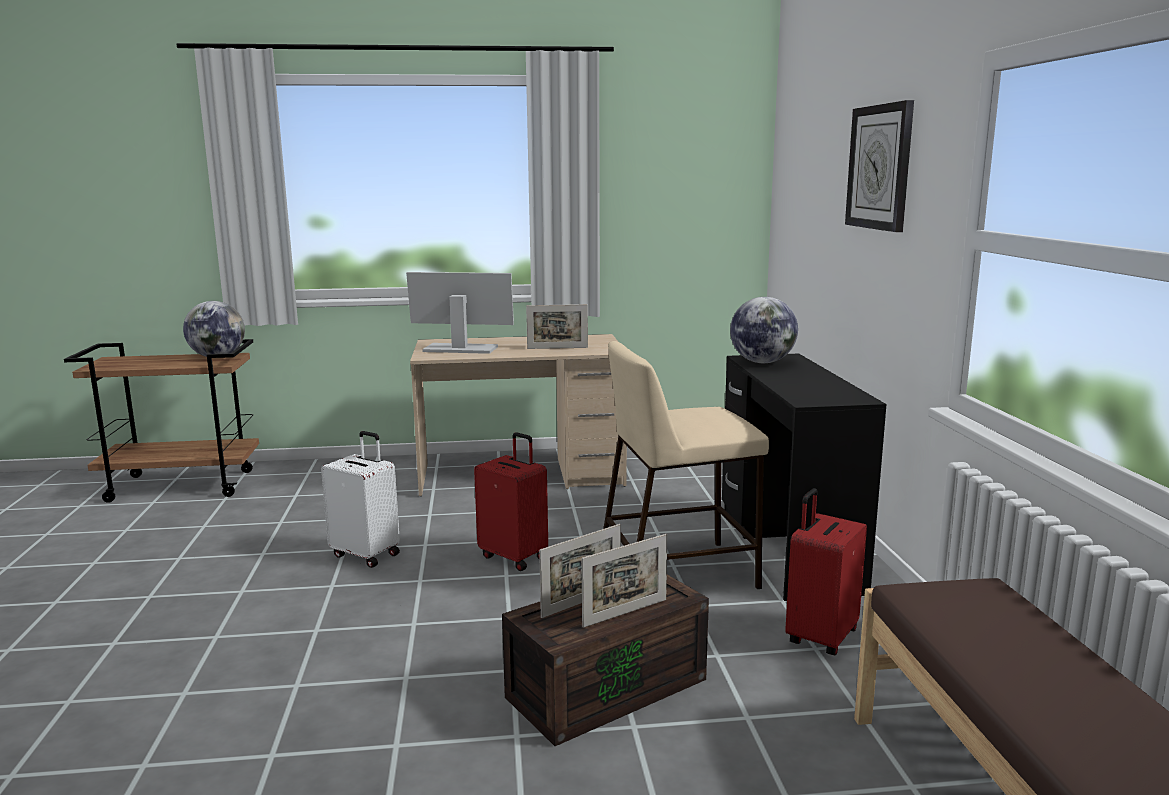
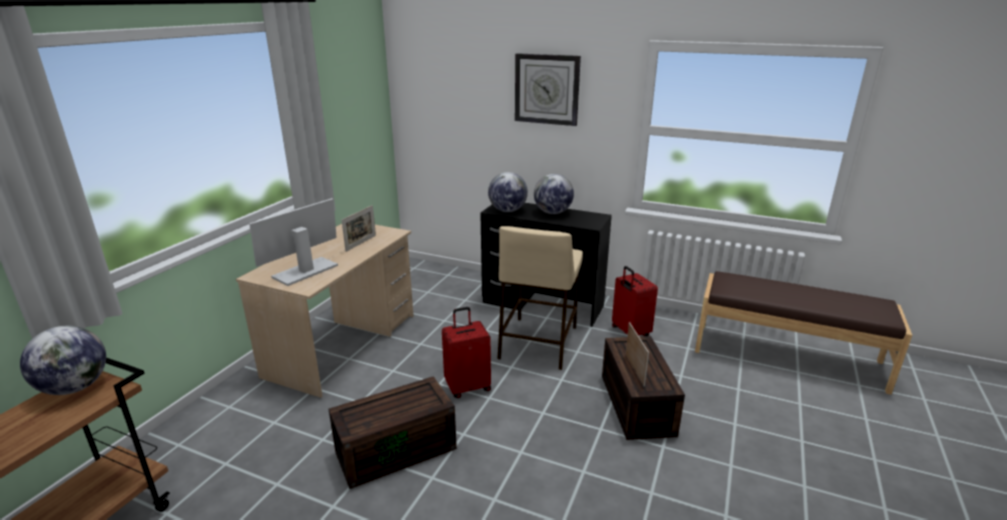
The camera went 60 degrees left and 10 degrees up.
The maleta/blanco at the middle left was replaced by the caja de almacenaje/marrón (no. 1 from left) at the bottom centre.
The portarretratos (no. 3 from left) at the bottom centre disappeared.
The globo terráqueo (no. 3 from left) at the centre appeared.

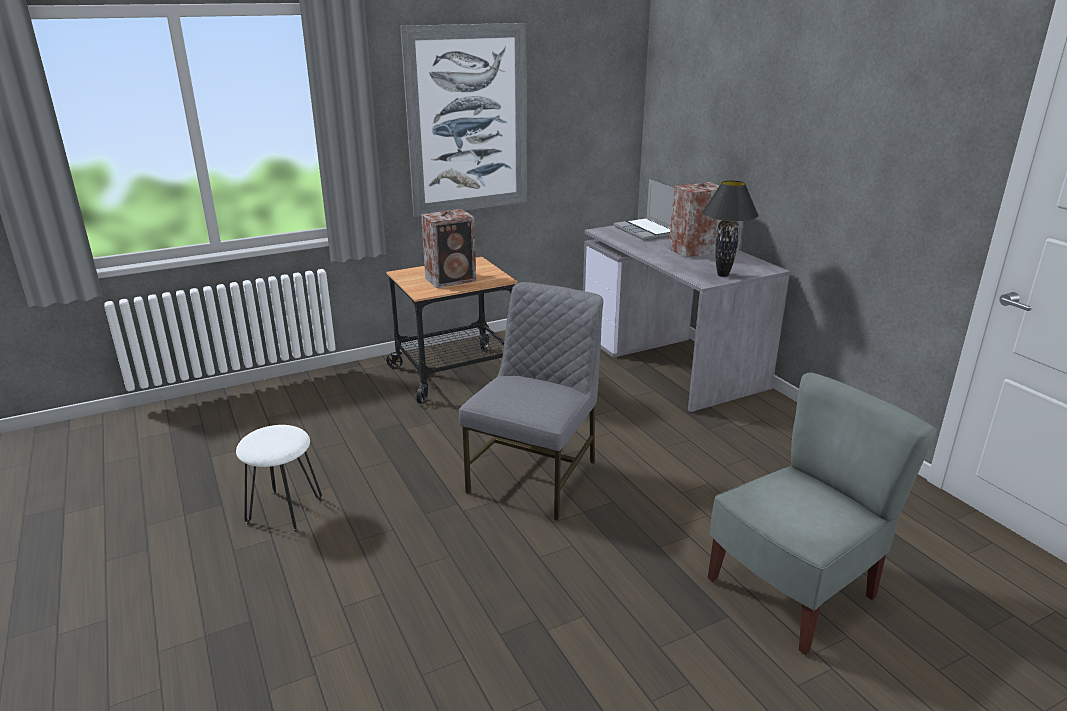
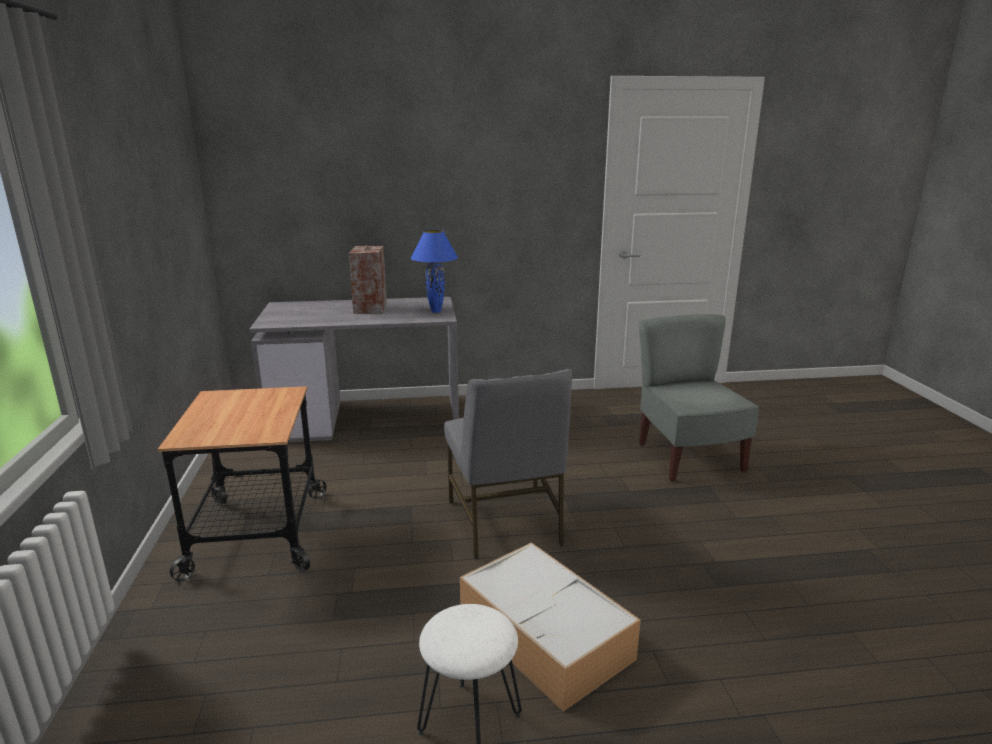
The camera went 70 degrees left and 5 degrees down.
The cuadro at the top centre disappeared.
The altavoz (no. 1 from left) at the centre disappeared.
The silla/gris (no. 1 from left) at the centre turned 150 degrees counterclockwise.
The portátil at the top centre disappeared.
The lámpara de mesa/negro at the top right became the lámpara de mesa/azul at the centre.
The caja de almacenaje at the bottom centre appeared.

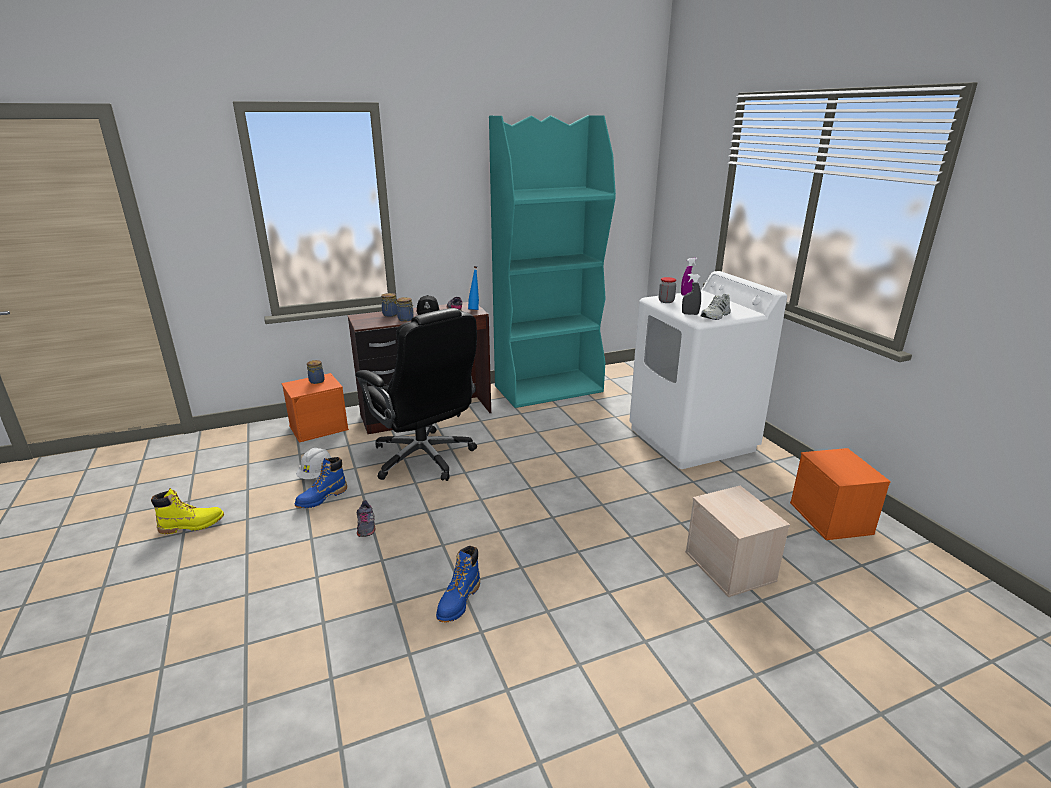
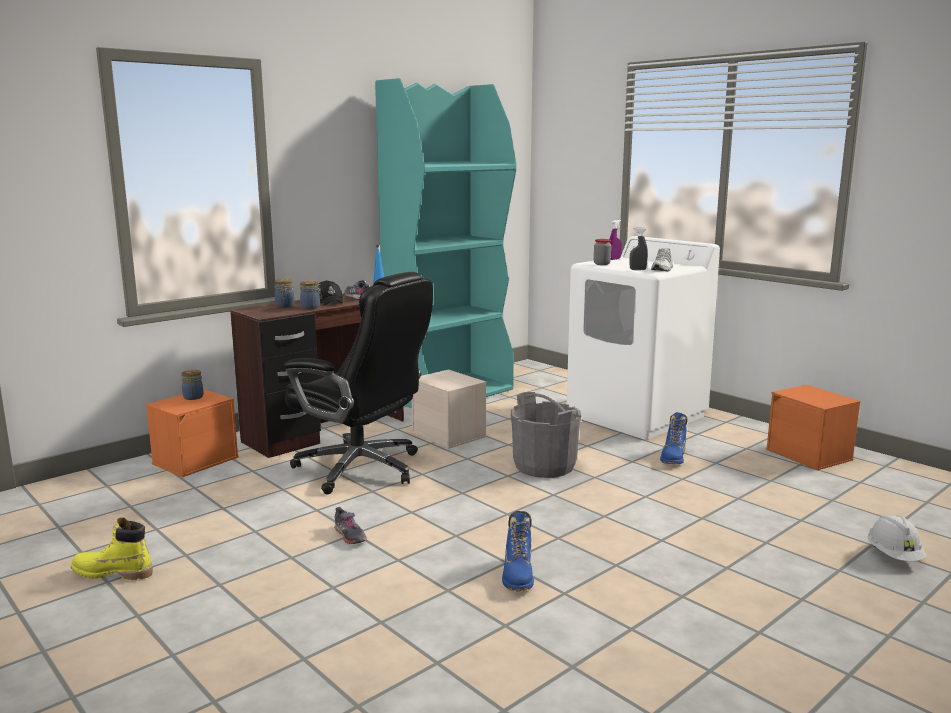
The camera went 20 degrees left and 10 degrees down.
The bota/amarillo at the middle left turned 135 degrees counterclockwise.
The bota/azul (no. 1 from left in the first image) moved from the middle left to the middle right.
The casco/blanco moved from the middle left to the bottom right.
The caja de almacenaje/beis moved from the bottom right to the centre.
The cubo/gris at the centre appeared.

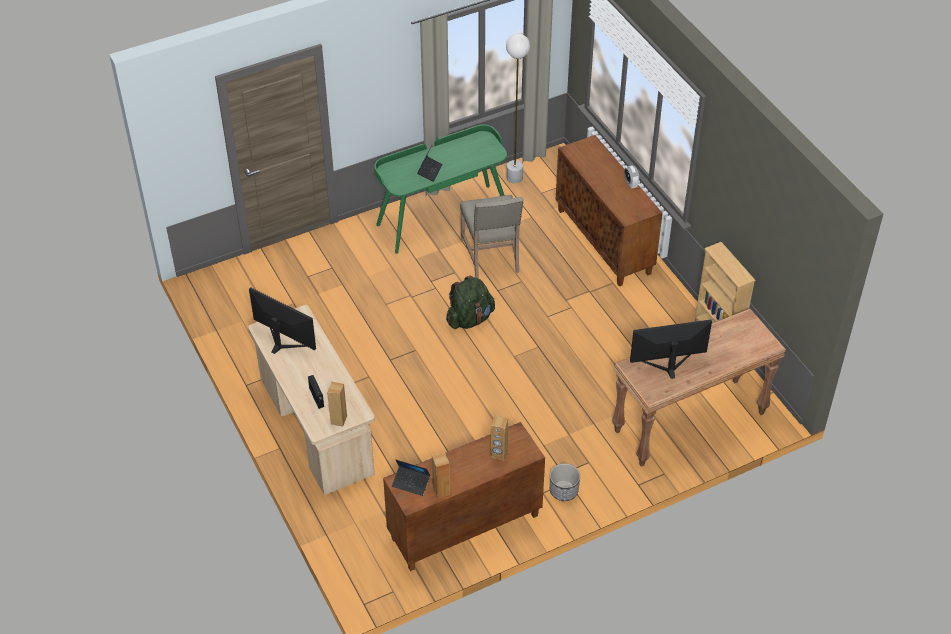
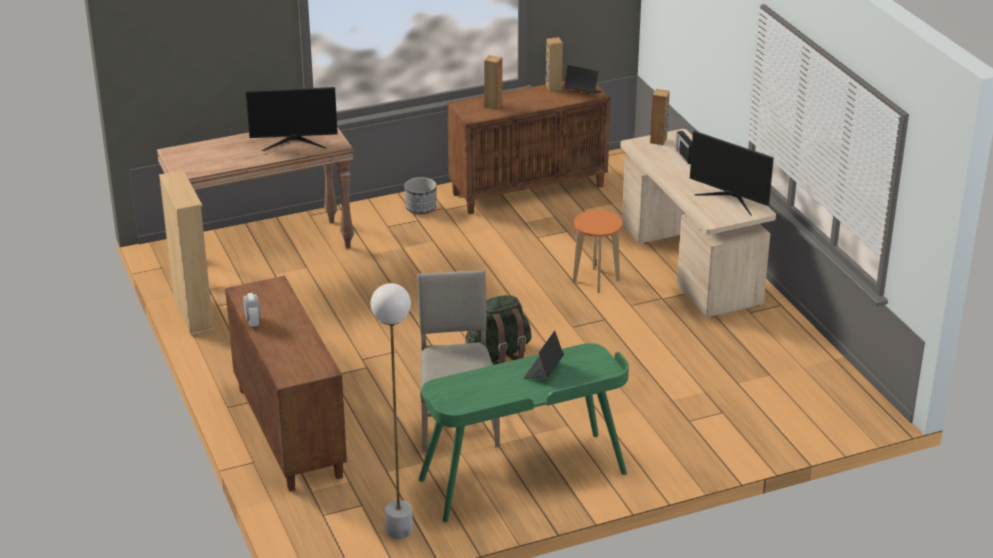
The camera went 175 degrees left and 15 degrees down.
The taburete/naranja at the centre appeared.

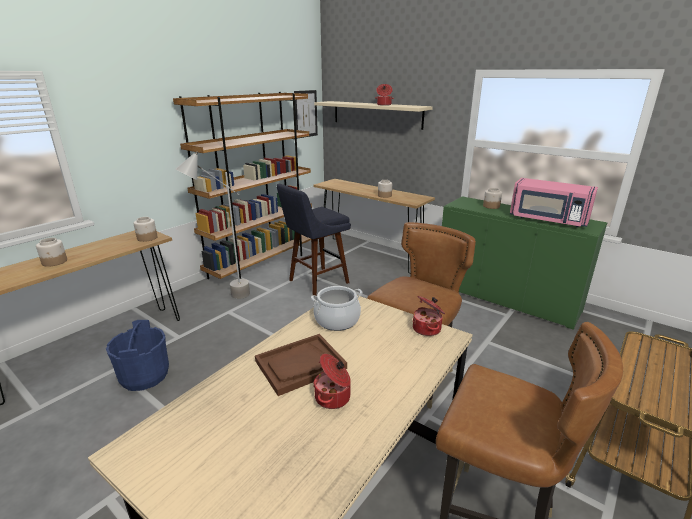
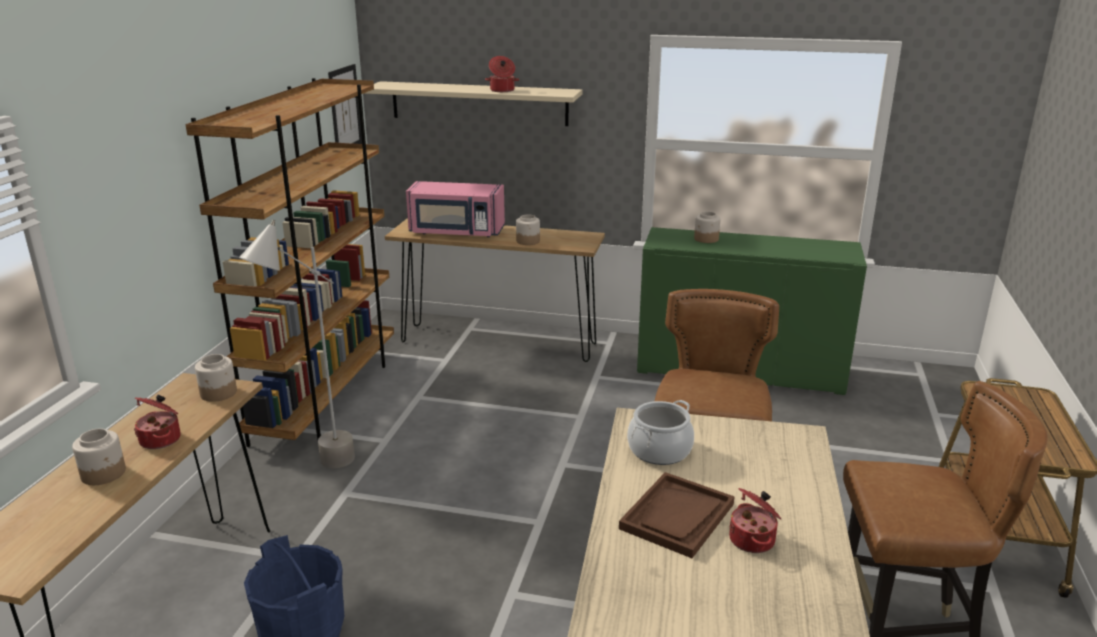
The camera went 25 degrees left and 0 degrees up.
The taburete/azul at the centre disappeared.
The olla (no. 4 from left in the first image) moved from the centre to the middle left.
The microondas/rosa moved from the middle right to the top centre.

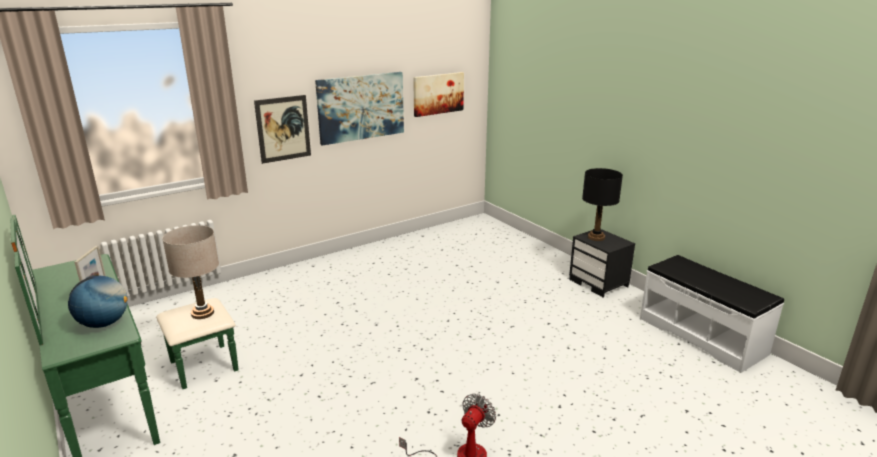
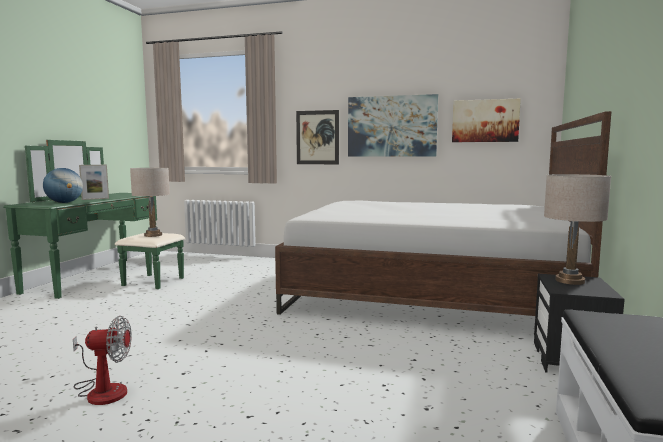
The camera went 50 degrees right and 15 degrees down.
The lámpara de mesa/negro at the middle right became the lámpara de mesa/beis (no. 2 from left) at the middle right.
The cama at the middle right appeared.

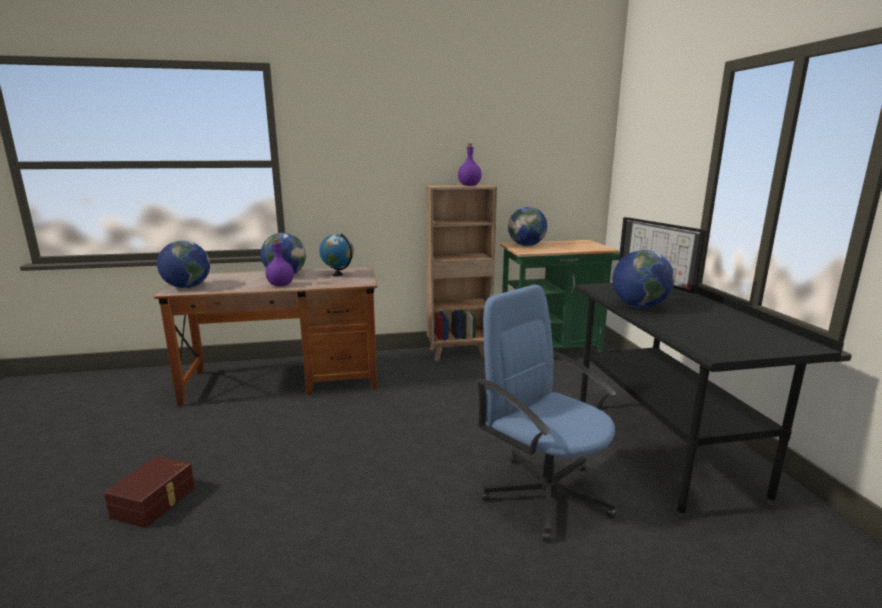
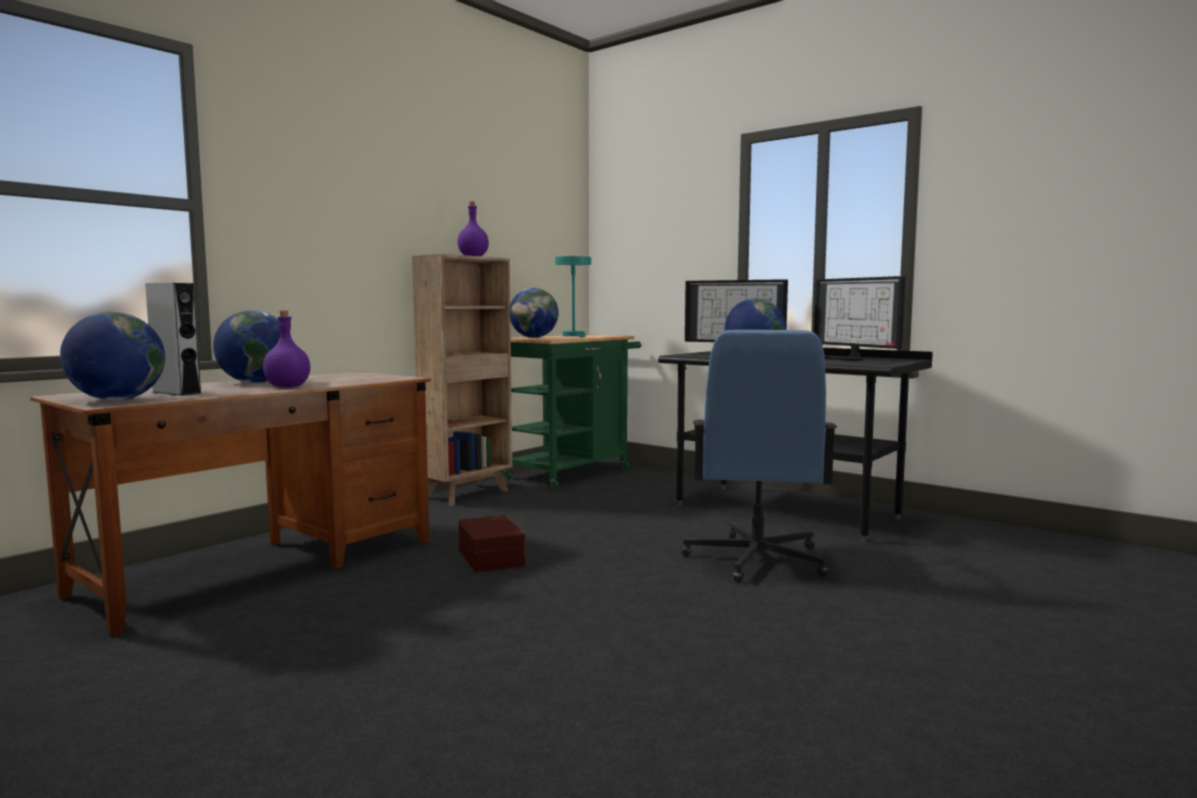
The camera went 40 degrees left and 10 degrees down.
The caja de almacenaje/marrón moved from the bottom left to the bottom centre.
The globo terráqueo (no. 3 from left) at the centre disappeared.
The silla de oficina/azul at the bottom centre turned 90 degrees counterclockwise.
The altavoz/gris at the middle left appeared.
The lámpara de mesa/turquesa at the centre appeared.
The monitor (no. 2 from left) at the middle right appeared.

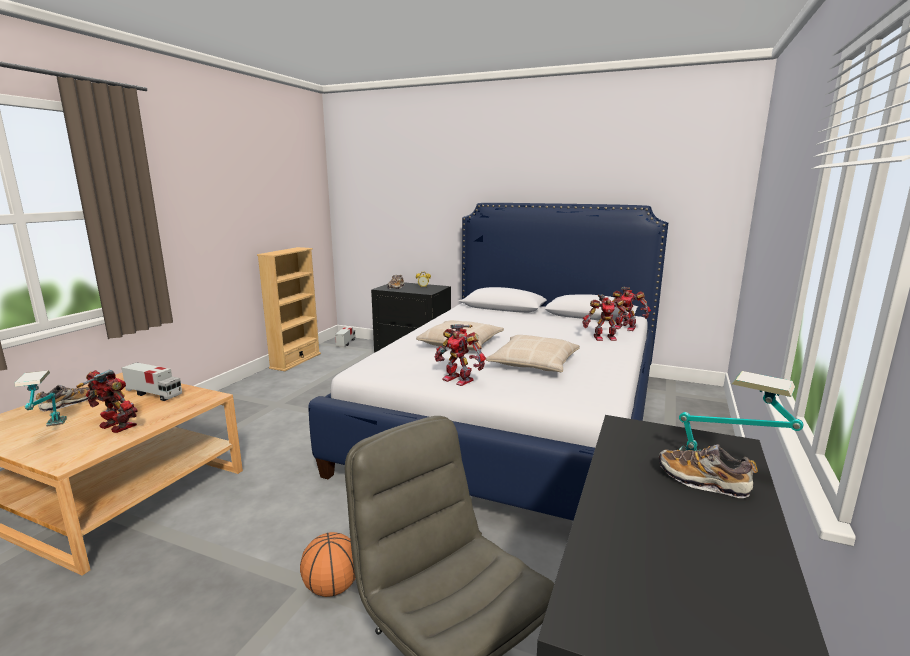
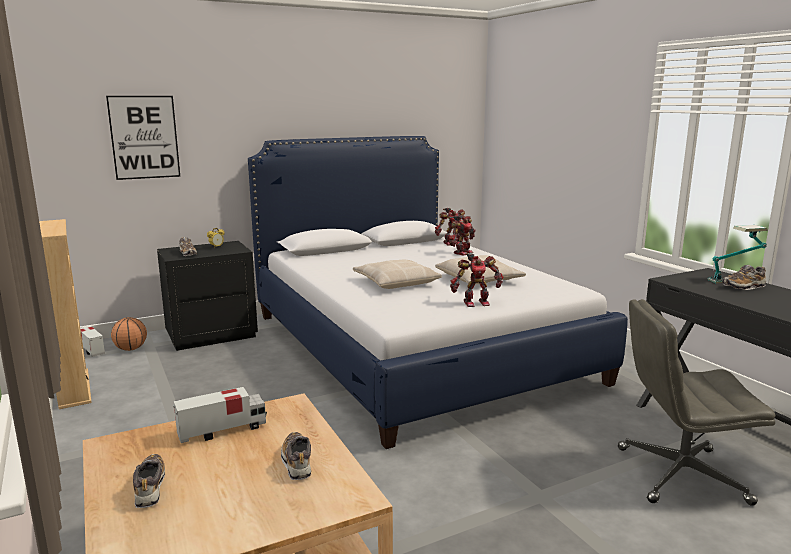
The camera went 50 degrees left and 0 degrees up.
The lámpara de mesa (no. 1 from left) at the middle left disappeared.
The robot de juguete (no. 1 from left) at the middle left was replaced by the zapato (no. 3 from left) at the bottom centre.
The balón de baloncesto moved from the bottom centre to the middle left.
The cuadro at the top left appeared.

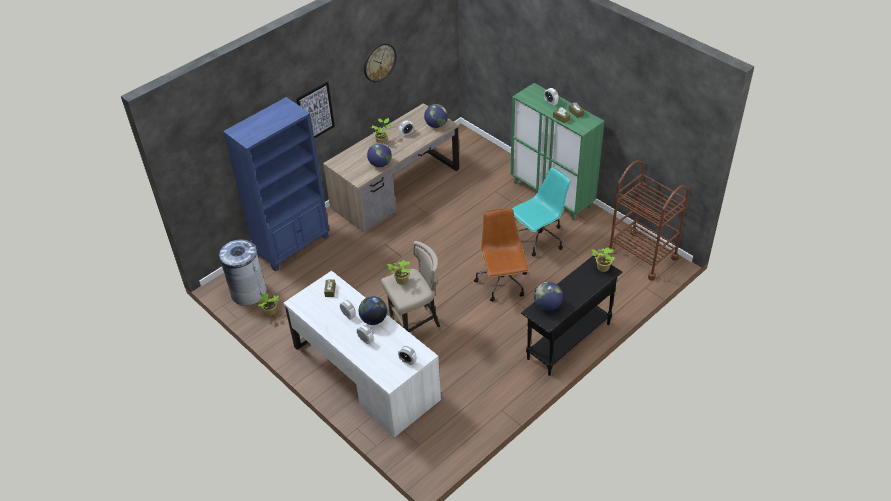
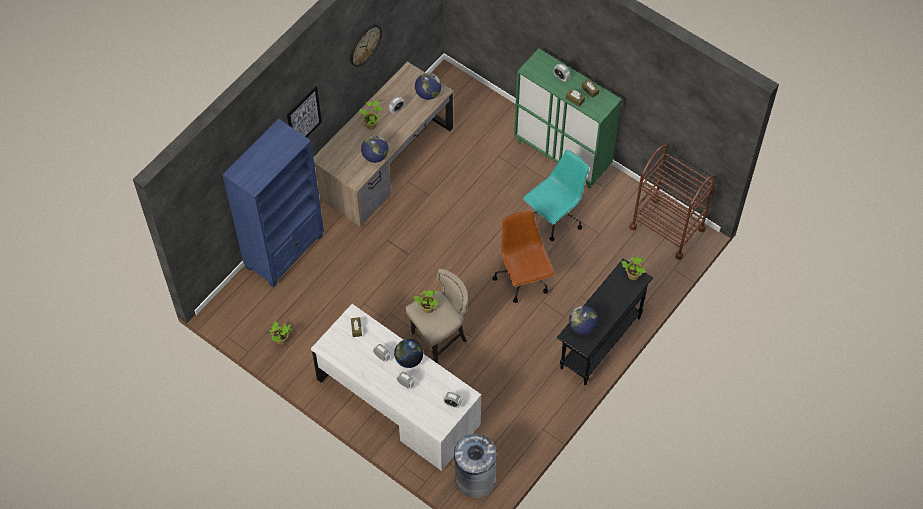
The camera went 10 degrees left and 15 degrees up.
The papelera/gris moved from the middle left to the bottom centre.

